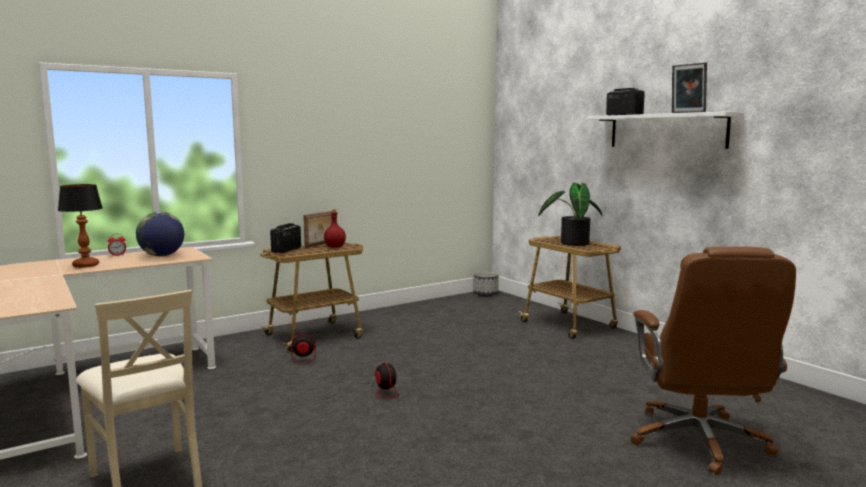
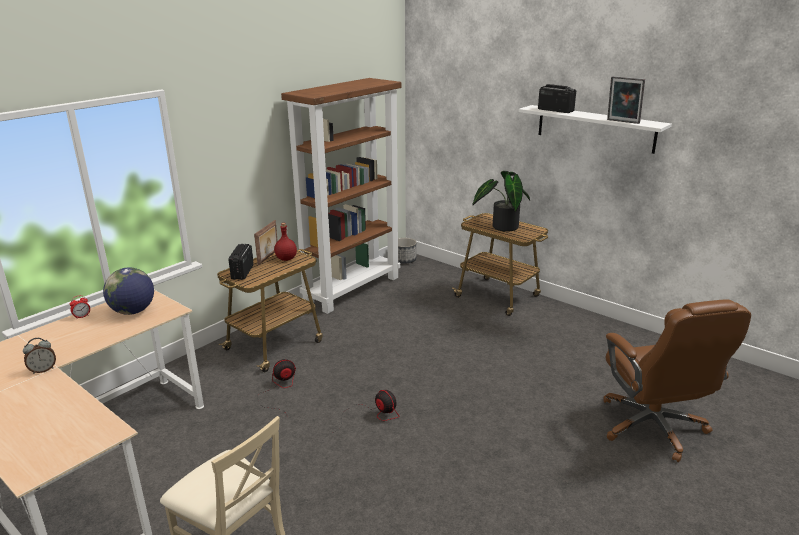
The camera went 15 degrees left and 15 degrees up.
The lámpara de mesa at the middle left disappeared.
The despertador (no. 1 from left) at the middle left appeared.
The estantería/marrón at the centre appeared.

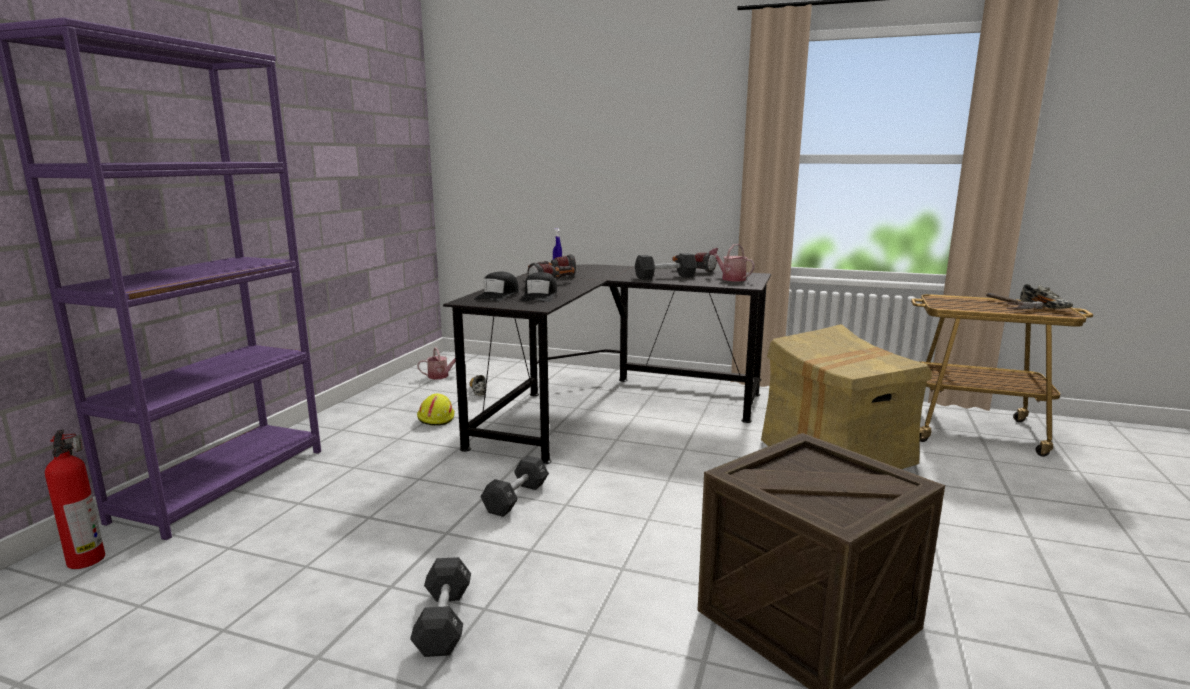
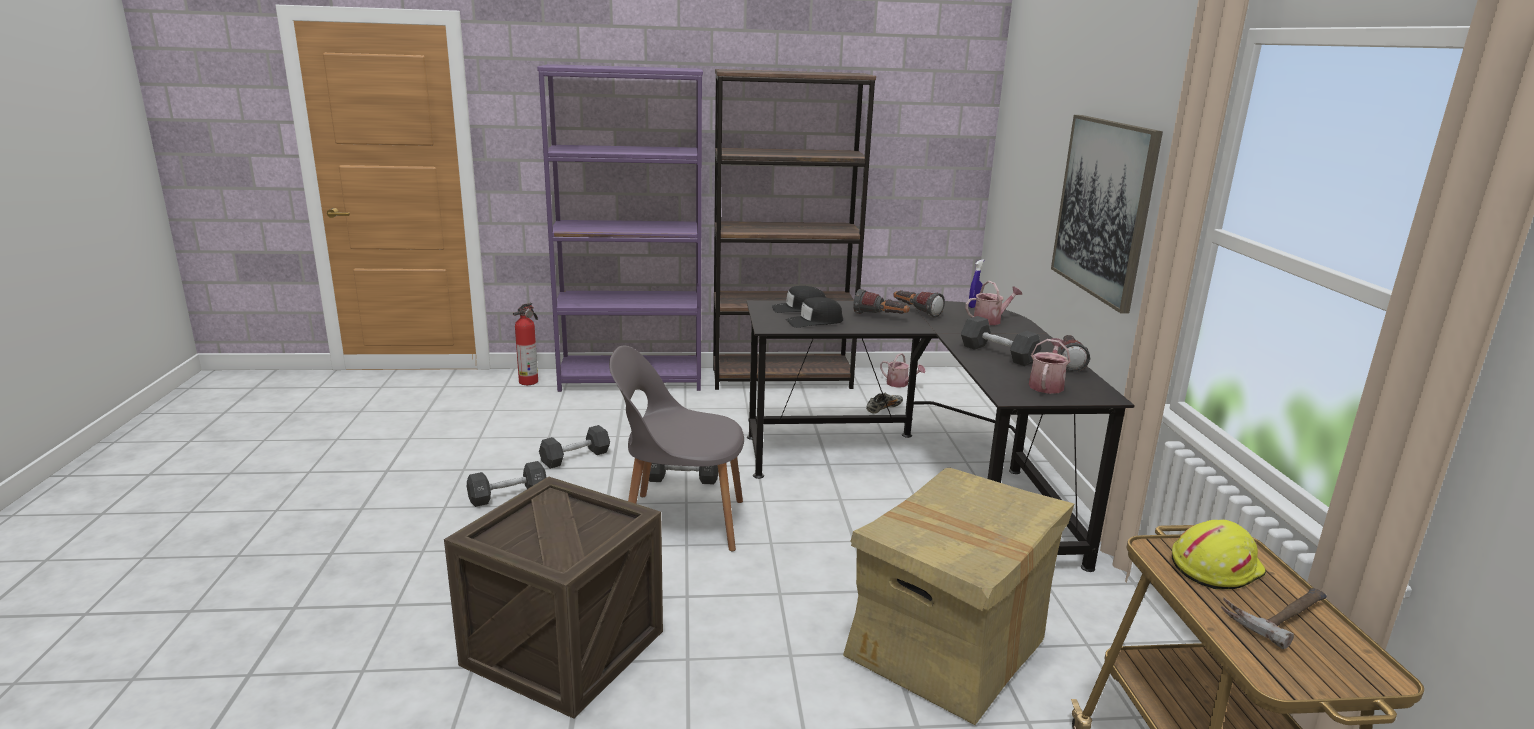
The camera went 65 degrees right and 5 degrees up.
The casco/amarillo moved from the centre to the bottom right.
The zapato (no. 2 from left) at the middle right disappeared.
The mancuerna/negro (no. 2 from left) at the centre appeared.
The silla/gris at the centre appeared.
The estantería/marrón at the top centre appeared.
The regadera (no. 2 from left) at the centre appeared.
The cuadro at the top right appeared.

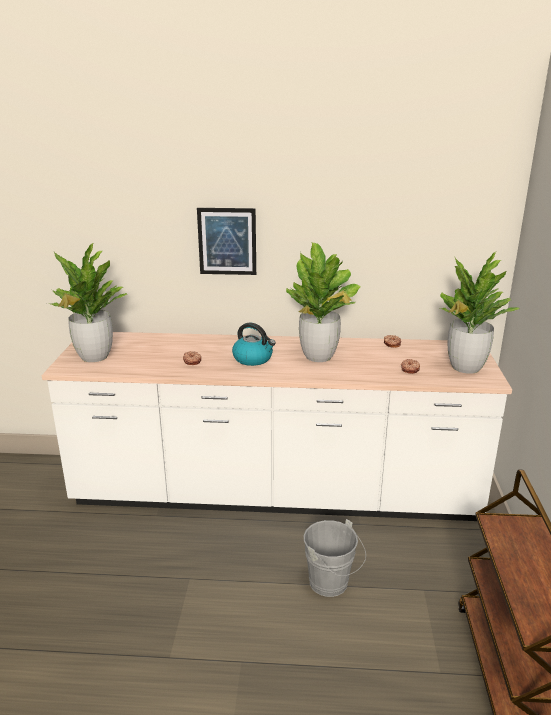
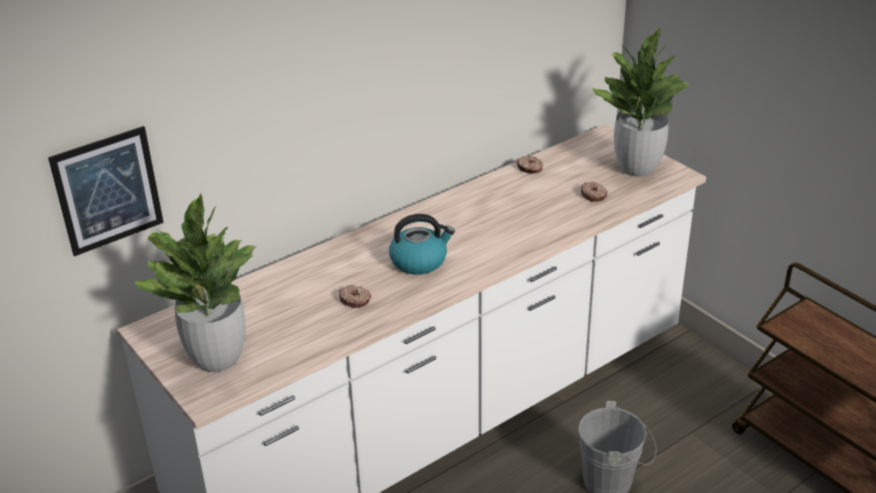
The camera went 40 degrees left and 10 degrees up.
The cuadro moved from the centre to the middle left.
The planta en maceta (no. 2 from left) at the centre disappeared.

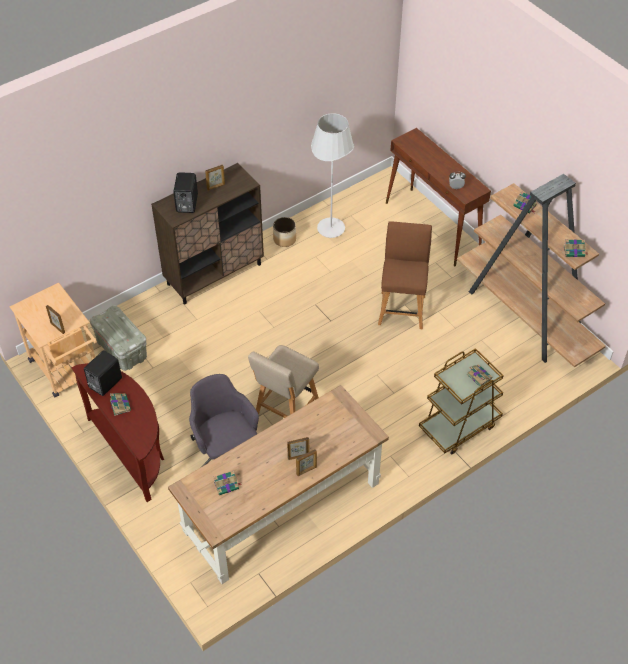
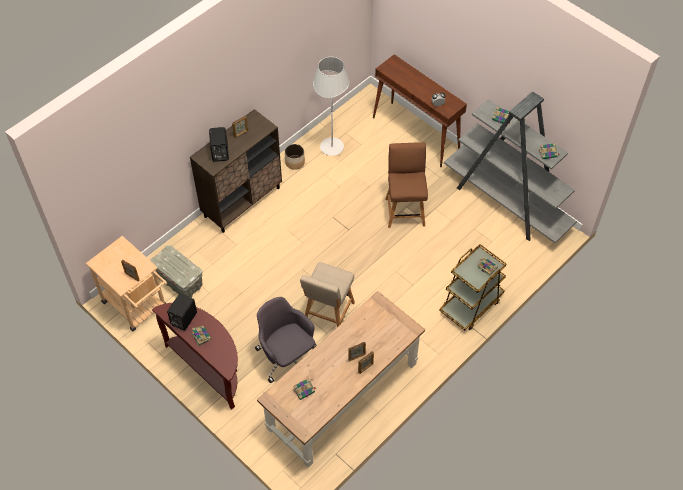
The camera went 10 degrees left and 5 degrees up.
The estantería/marrón at the middle right became the estantería/gris at the middle right.

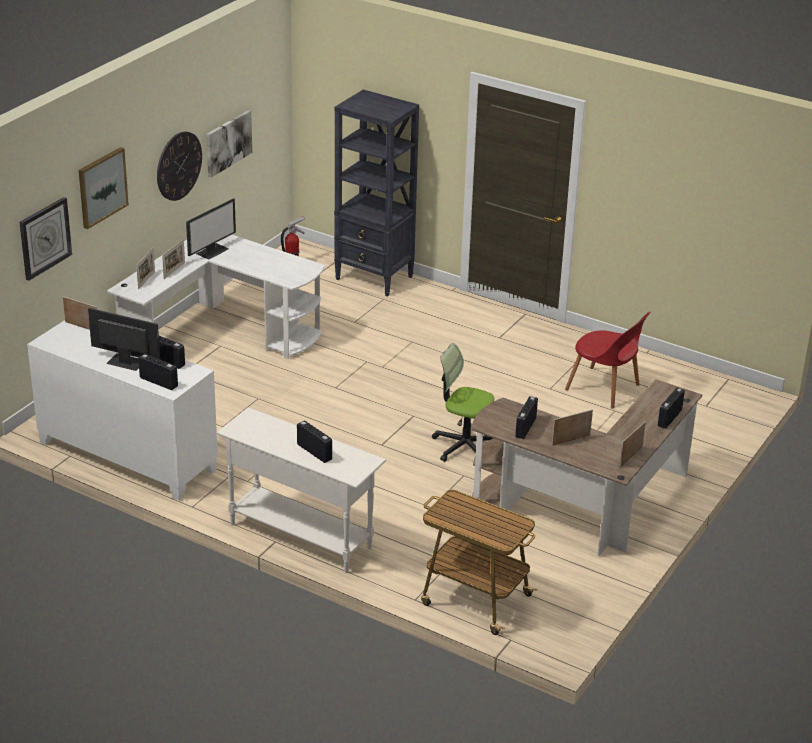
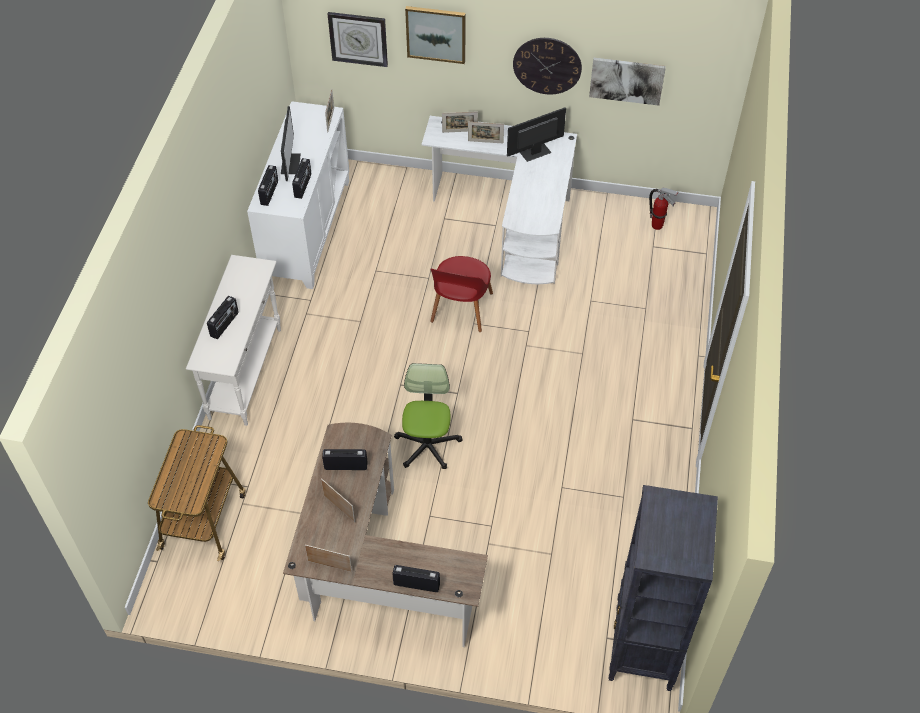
The camera went 70 degrees right and 20 degrees up.
The monitor (no. 2 from left) at the top left turned 135 degrees clockwise.
The estantería/negro moved from the top centre to the bottom right.
The silla/rojo moved from the middle right to the centre.

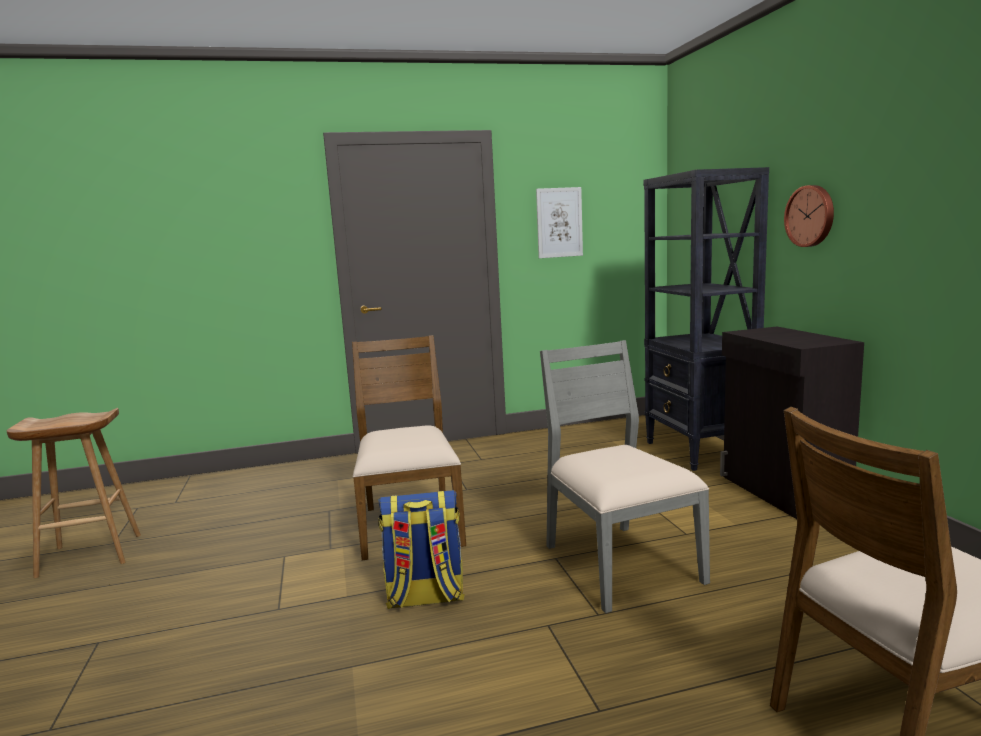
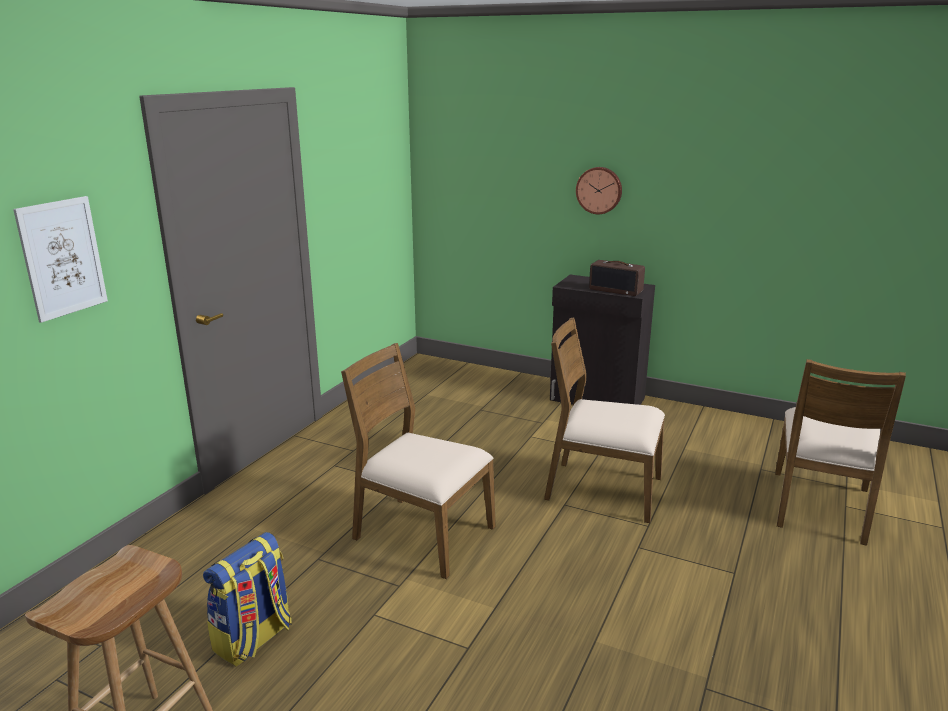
The camera went 50 degrees left and 10 degrees up.
The mochila moved from the bottom centre to the bottom left.
The cuadro moved from the top centre to the middle left.
The silla/gris at the centre became the silla/marrón (no. 2 from left) at the centre.
The estantería/negro at the middle right disappeared.
The radio at the centre appeared.

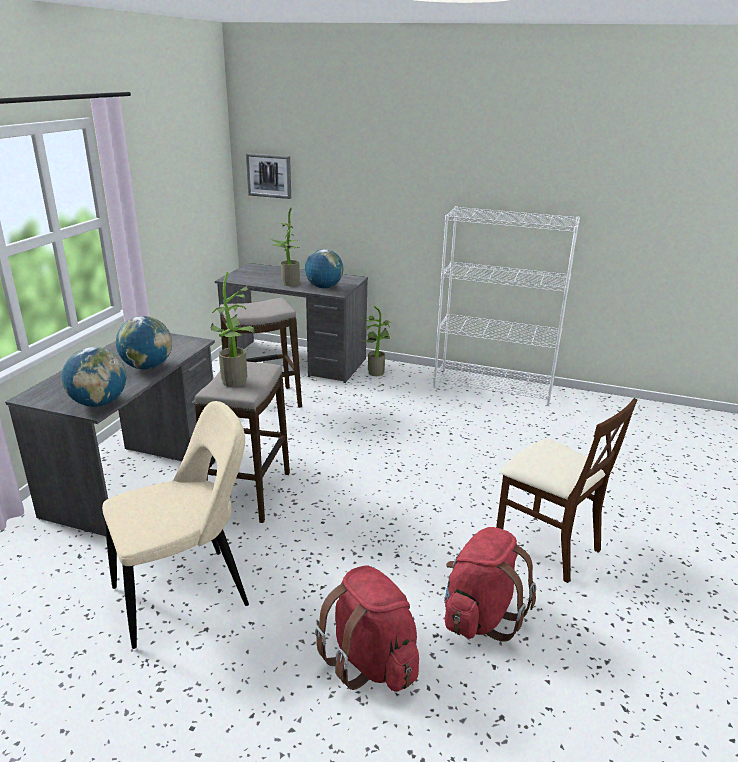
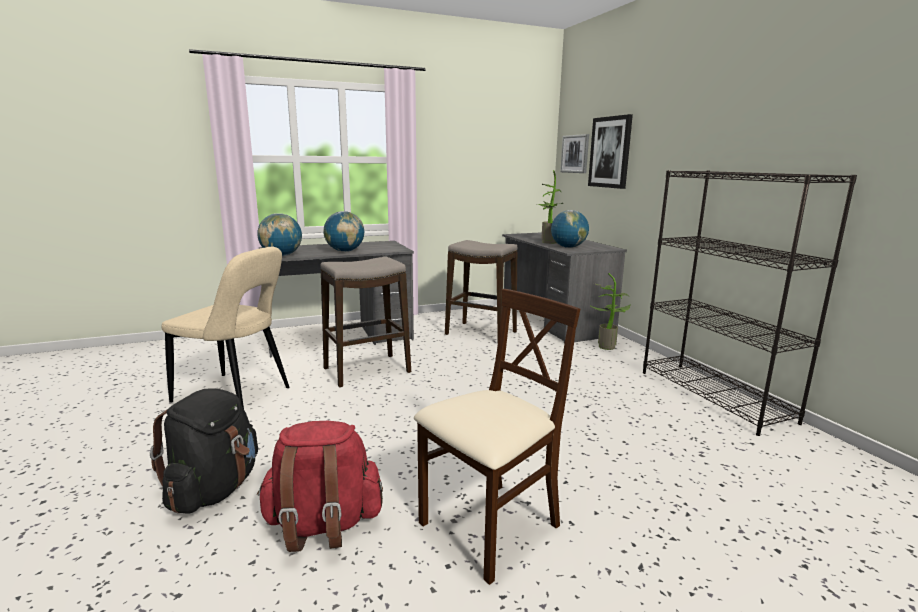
The camera went 50 degrees right and 10 degrees down.
The planta en maceta (no. 1 from left) at the middle left disappeared.
The mochila/rojo (no. 1 from left) at the bottom centre became the mochila/negro at the bottom left.
The estantería/blanco at the middle right became the estantería/negro at the middle right.
The silla/beis (no. 2 from left) at the middle right turned 135 degrees counterclockwise.
The cuadro (no. 2 from left) at the top centre appeared.

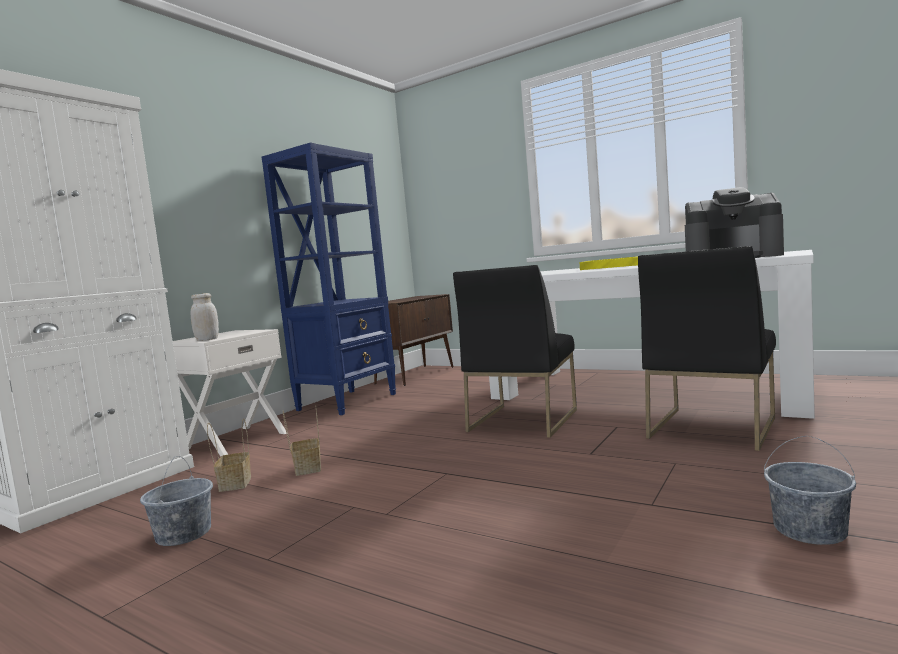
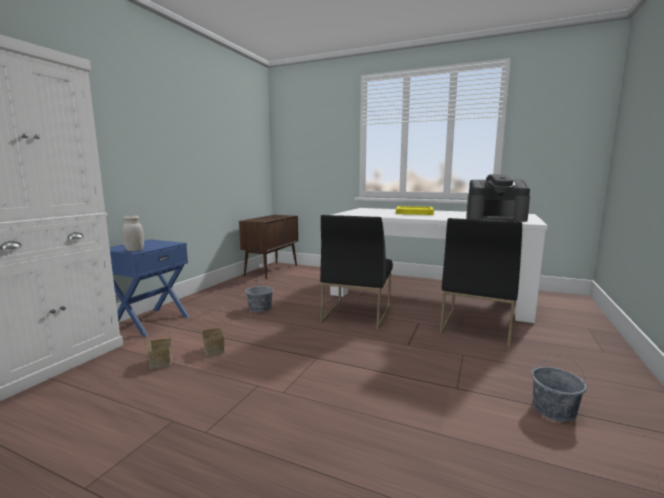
The camera went 10 degrees left and 5 degrees up.
The cubo/gris (no. 1 from left) moved from the bottom left to the centre.
The mesita de noche/blanco at the middle left became the mesita de noche/azul at the middle left.
The estantería/azul at the centre disappeared.

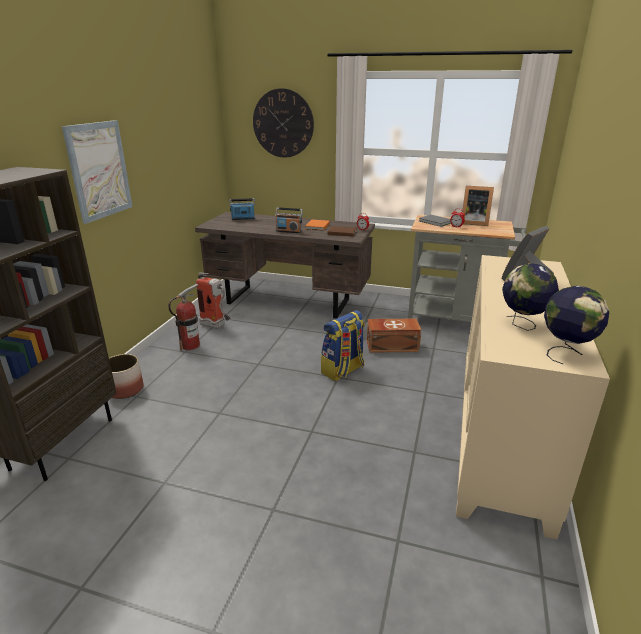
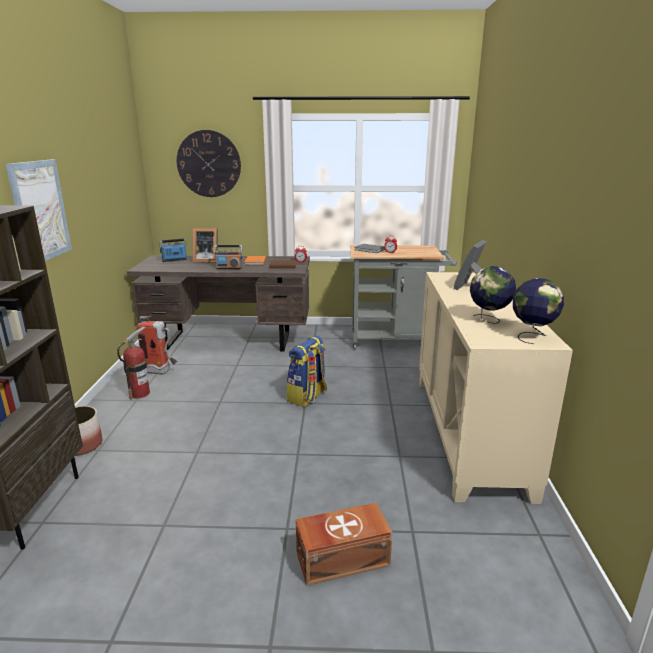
The camera went 15 degrees left and 5 degrees down.
The caja de almacenaje/marrón moved from the centre to the bottom centre.
The portarretratos (no. 1 from left) moved from the top right to the middle left.

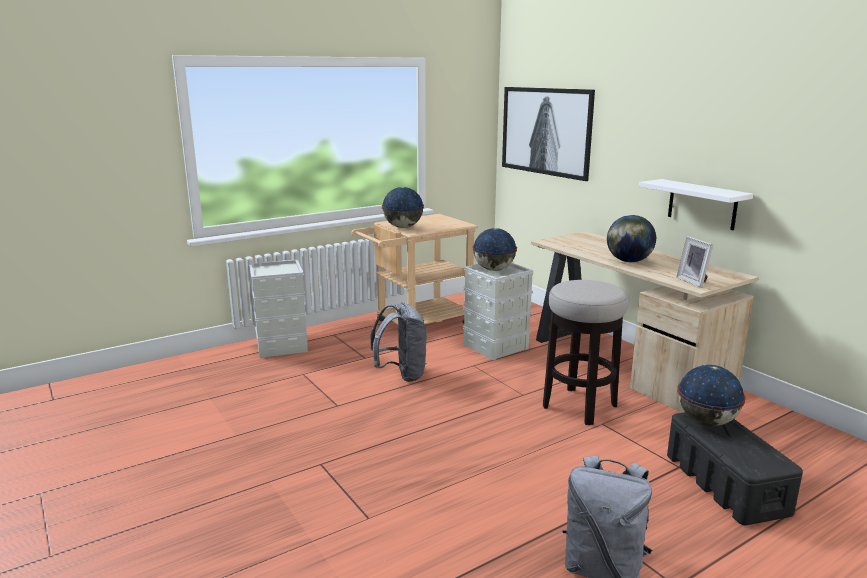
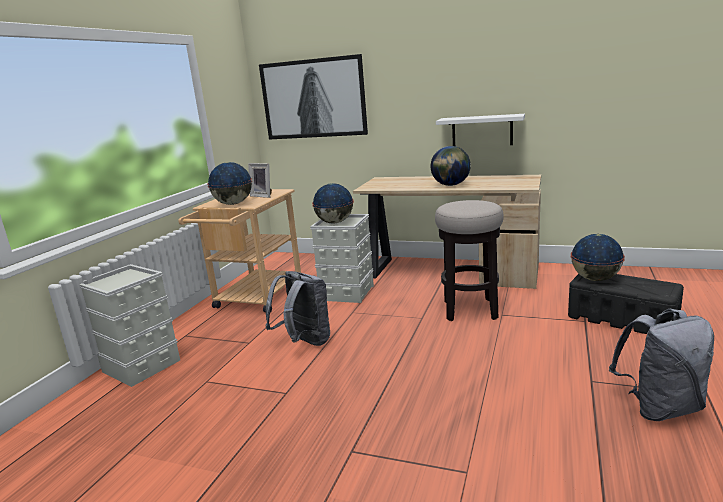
The camera went 35 degrees left and 0 degrees up.
The portarretratos moved from the middle right to the centre.

